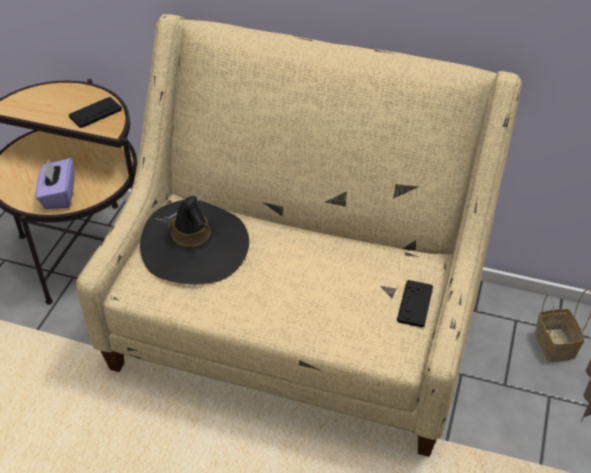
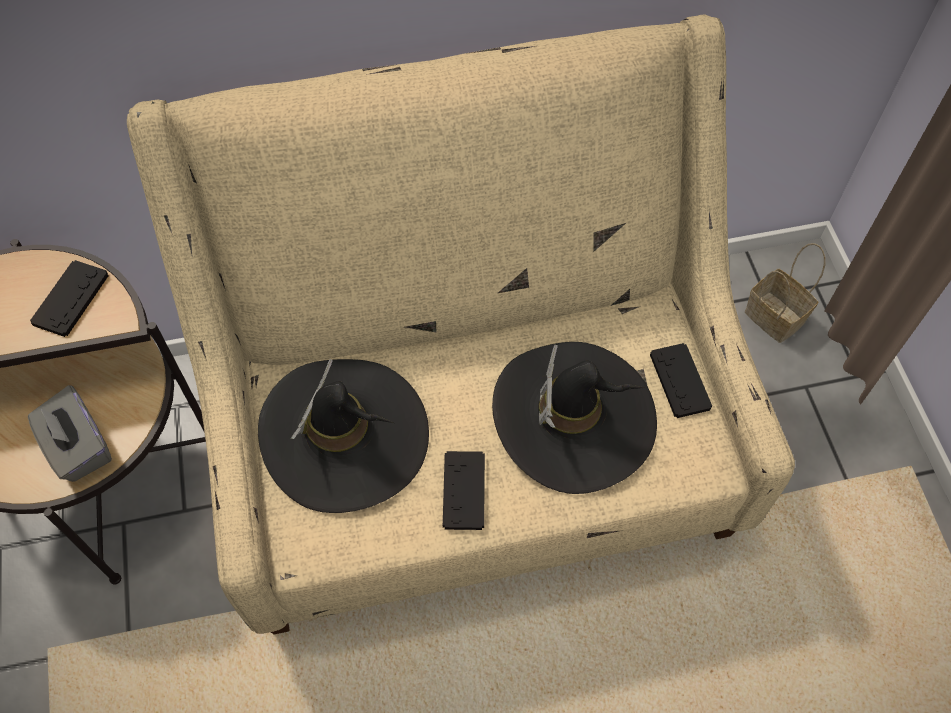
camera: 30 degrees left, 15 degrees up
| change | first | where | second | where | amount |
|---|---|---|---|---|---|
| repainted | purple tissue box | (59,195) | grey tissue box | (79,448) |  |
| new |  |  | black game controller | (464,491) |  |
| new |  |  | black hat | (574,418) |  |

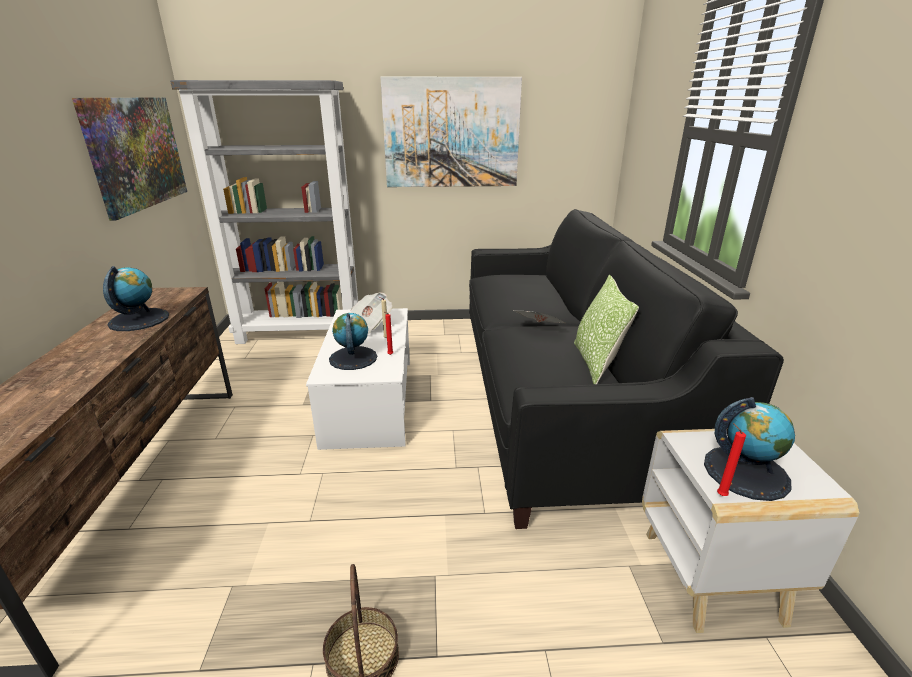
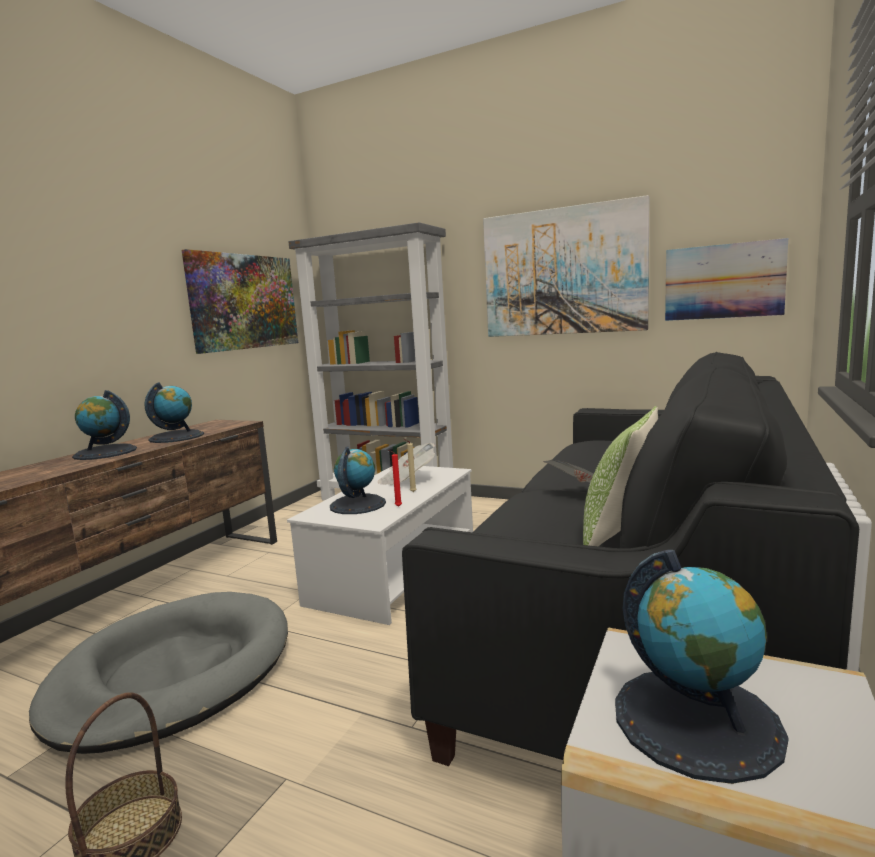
camera: 30 degrees right, 15 degrees down
| change | first | where | second | where | amount |
|---|---|---|---|---|---|
| gone | red-coloured wax candle | (719,494) |  |  |  |
| new |  |  | grey dog bed | (173,673) |  |
| new |  |  | world globe | (105,452) |  |
| new |  |  | wall picture | (723,281) |  |

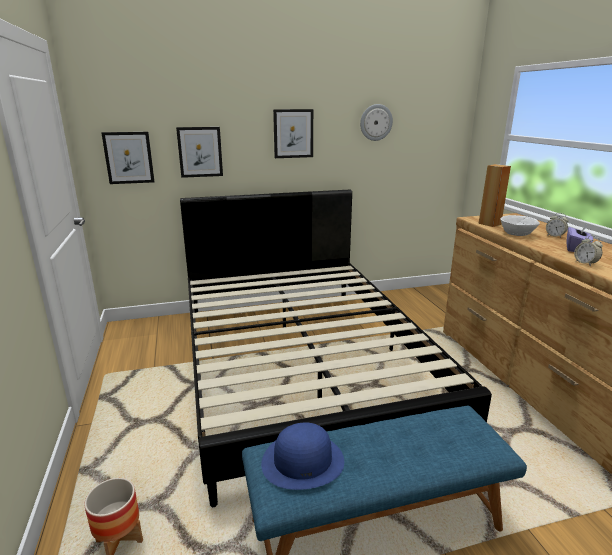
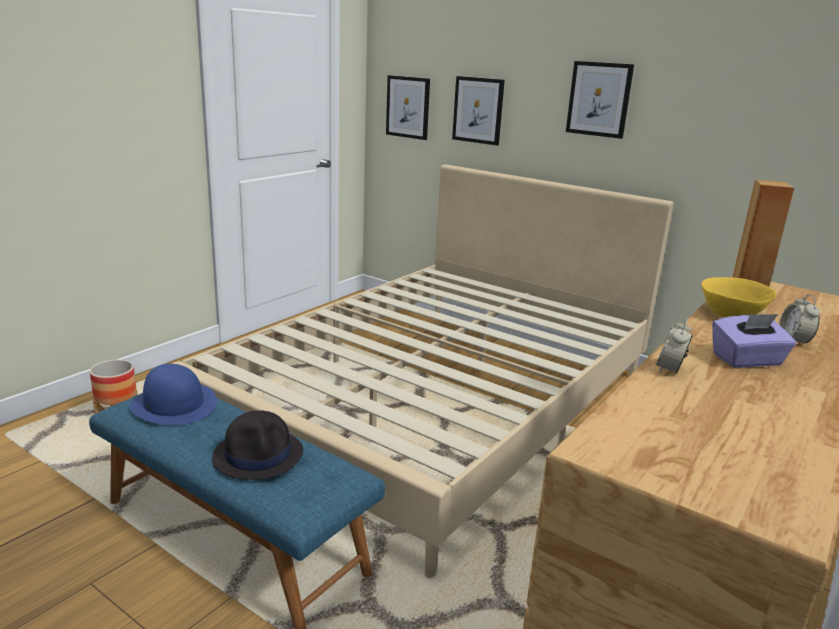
camera: 50 degrees right, 0 degrees up
| change | first | where | second | where | amount |
|---|---|---|---|---|---|
| repainted | black bed | (301,365) | beige bed | (437,404) |  |
| gone | hanging clock | (376,122) |  |  |  |
| repainted | white serving bowl | (516,234) | yellow-coloured serving bowl | (730,315) |  |
| new |  |  | black hat | (259,455) |  |

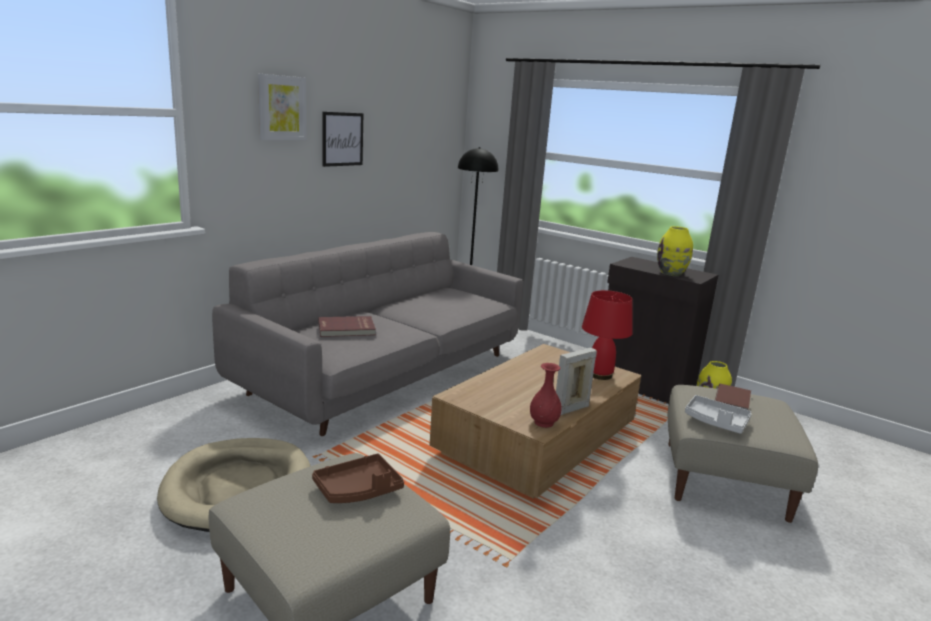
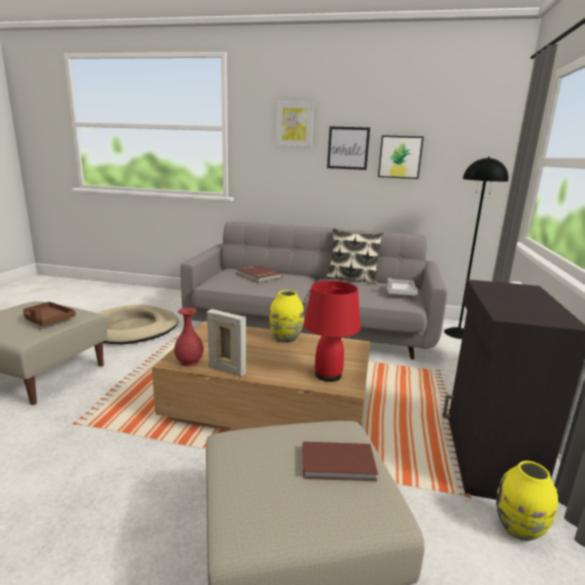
camera: 65 degrees right, 0 degrees up
| change | first | where | second | where | amount |
|---|---|---|---|---|---|
| shifted | yellow-coloured decorative vase | (671,274) |  | (286,338) |  |
| shifted | grey serving tray | (715,422) |  | (400,292) |  |
| new |  |  | pillow | (352,279) |  |
| new |  |  | wall picture | (400,157) |  |

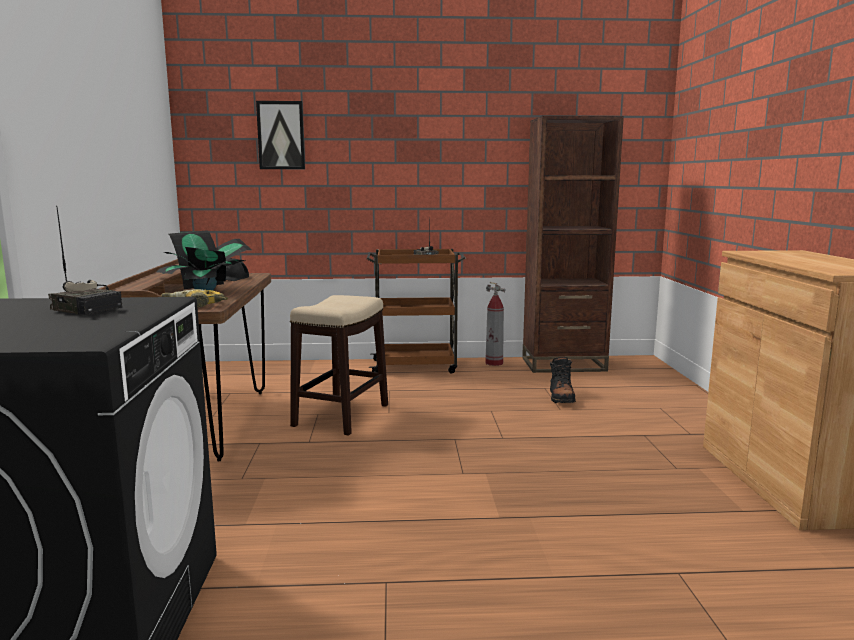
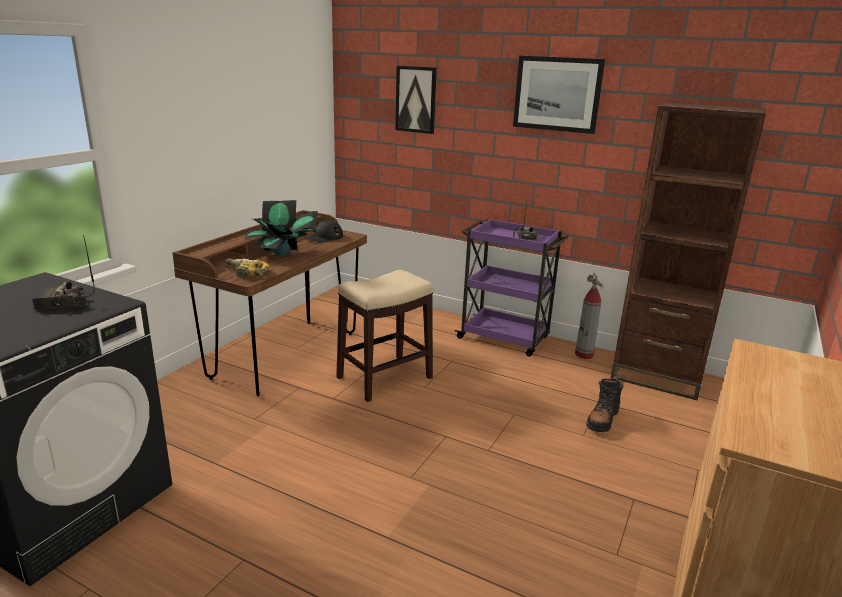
camera: 30 degrees right, 10 degrees up
| change | first | where | second | where | amount |
|---|---|---|---|---|---|
| rotated | radio set | (89,309) |  | (61,304) | 105 degrees clockwise |
| repainted | brown-coloured trolley | (416,366) | purple trolley | (505,338) |  |
| new |  |  | wall picture | (557,94) |  |

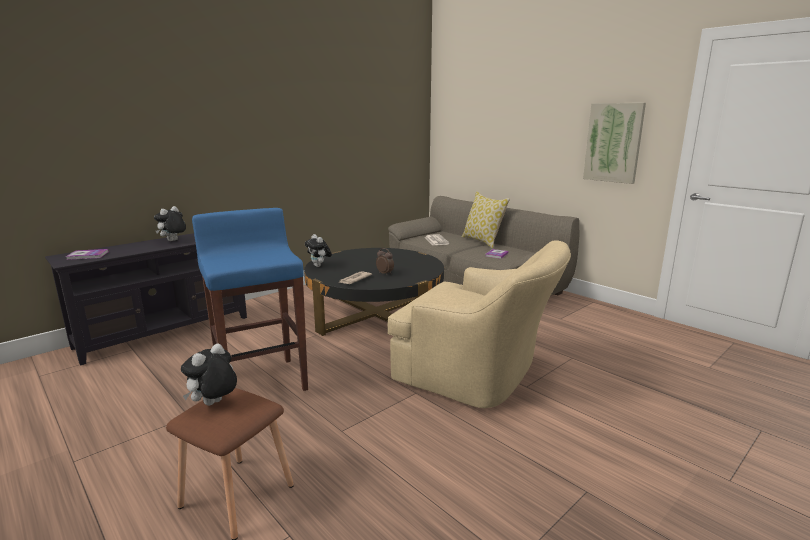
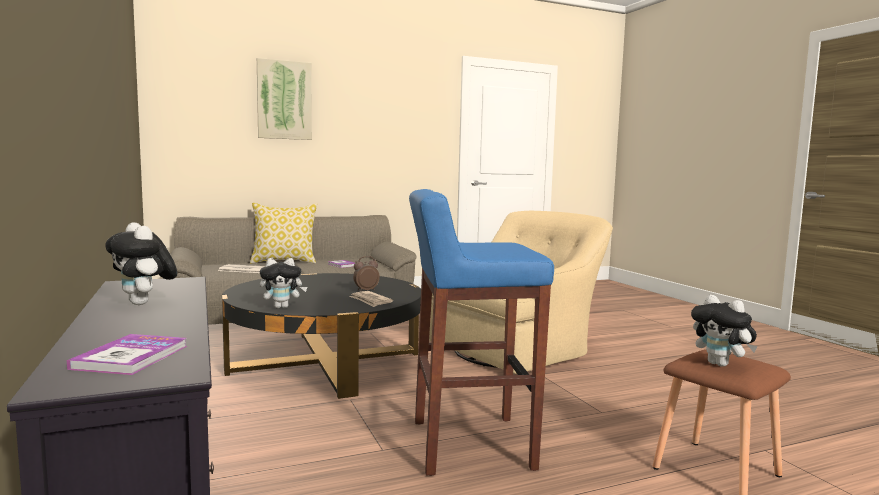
camera: 70 degrees left, 10 degrees down
| change | first | where | second | where | amount |
|---|---|---|---|---|---|
| shifted | wall picture | (613,142) |  | (284,100) |  |

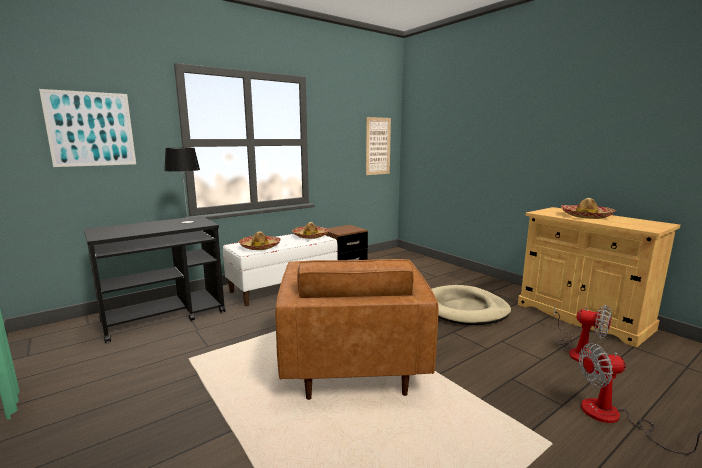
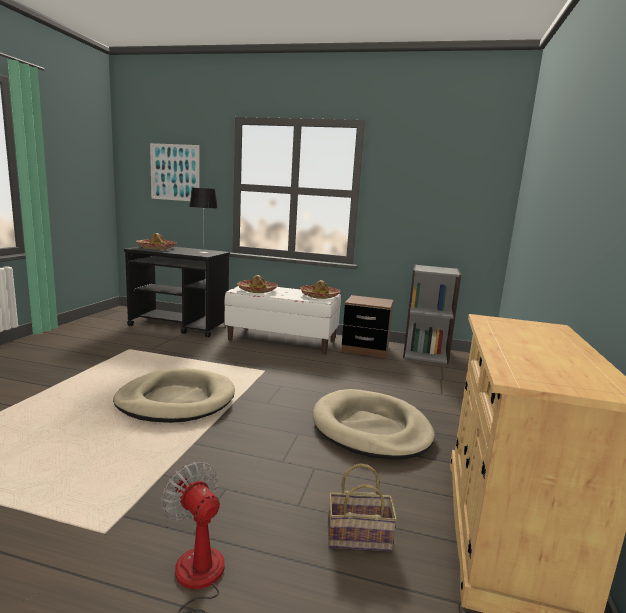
camera: 50 degrees right, 0 degrees up
| change | first | where | second | where | amount |
|---|---|---|---|---|---|
| swapped | brown-coloured lounge chair | (352,363) | beige dog bed | (176,400) |  |
| gone | wall picture | (378,146) |  |  |  |
| swapped | cooling fan | (578,351) | basket | (360,536) |  |
| shifted | hat | (586,216) |  | (157,248) |  |
| new |  |  | grey bookcase | (425,354) |  |

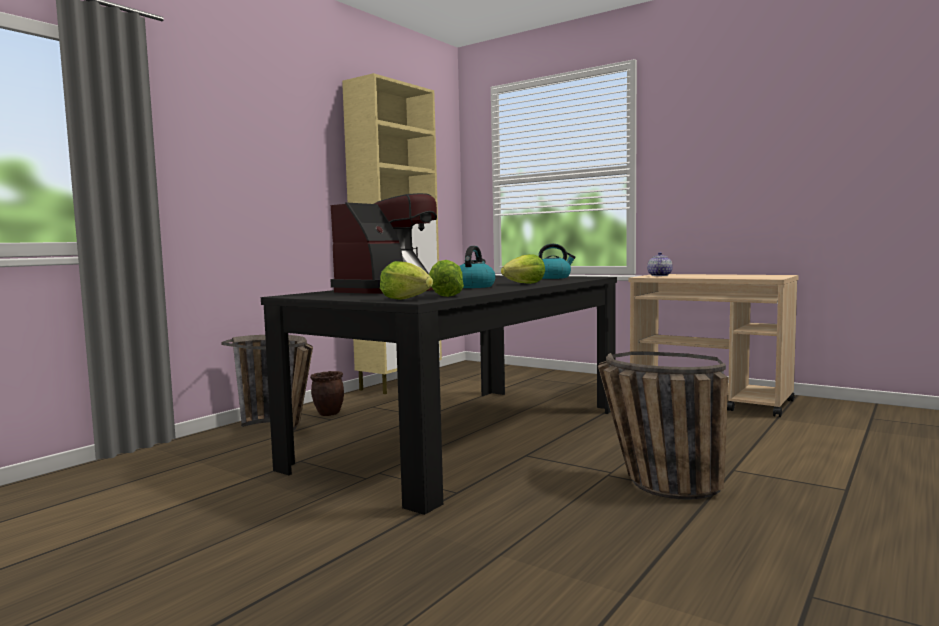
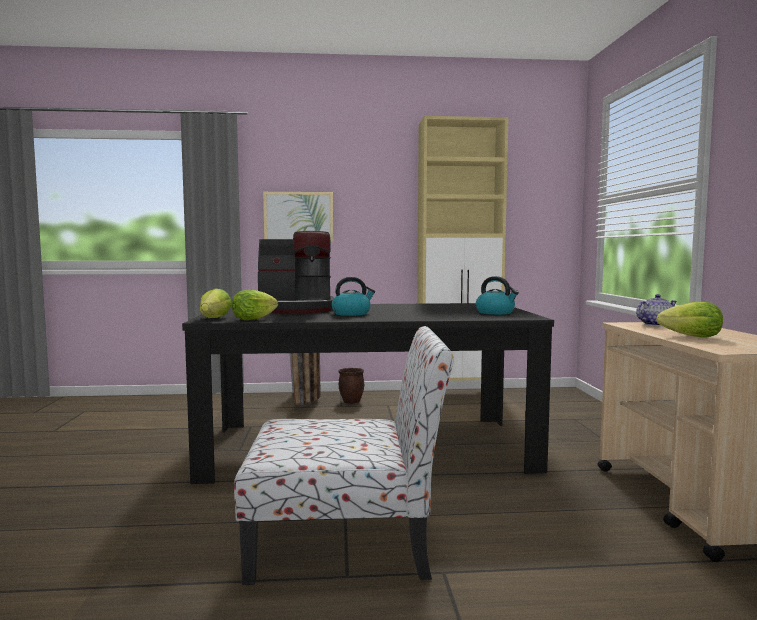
camera: 50 degrees right, 0 degrees up
| change | first | where | second | where | amount |
|---|---|---|---|---|---|
| shifted | lettuce | (525,284) |  | (692,337) |  |
| swapped | basket | (652,483) | upright chair | (346,541) |  |
| new |  |  | wall picture | (298,217) |  |

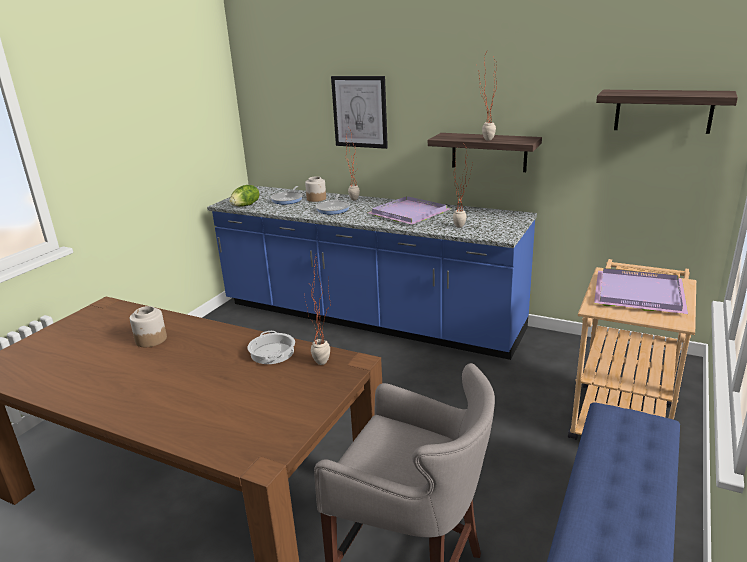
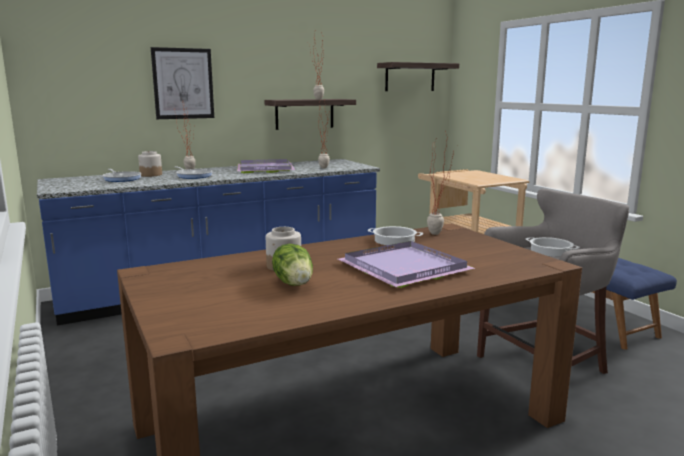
camera: 55 degrees left, 10 degrees down
| change | first | where | second | where | amount |
|---|---|---|---|---|---|
| shifted | lettuce | (246,205) |  | (294,283) |  |
| shifted | purple serving tray | (637,294) |  | (404,268) |  |
| new |  |  | stockpot | (550,251) |  |

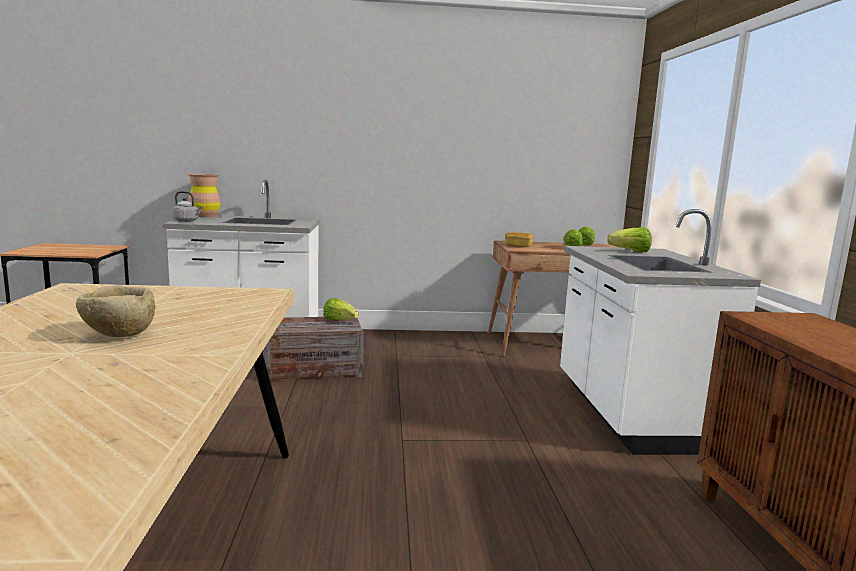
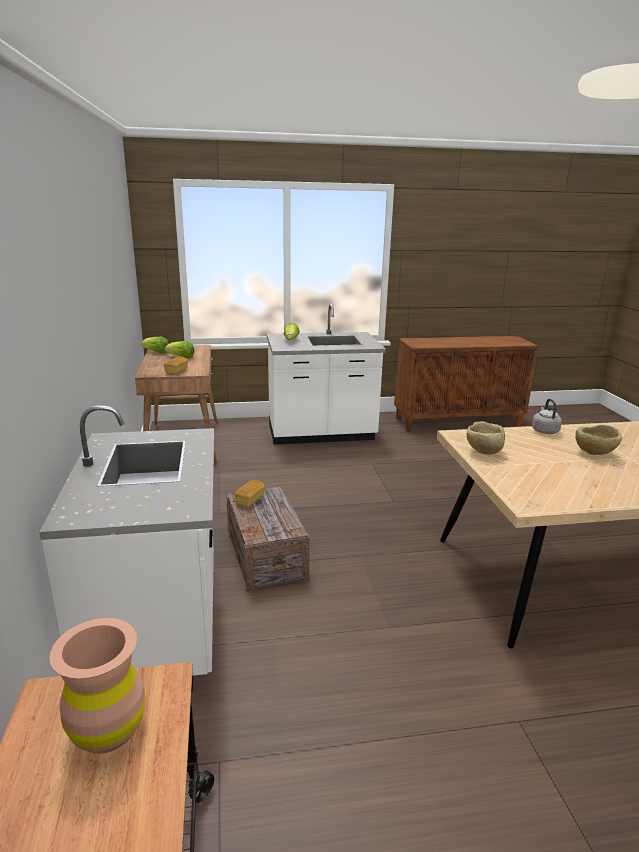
camera: 95 degrees left, 10 degrees up
| change | first | where | second | where | amount |
|---|---|---|---|---|---|
| shifted | grey tea kettle | (187,221) |  | (544,430) |  |
| shifted | brown-coloured decorative vase | (205,216) |  | (108,729) |  |
| swapped | lettuce | (339,320) | baked bread | (250,500) |  |
| new |  |  | beige serving bowl | (483,452) |  |

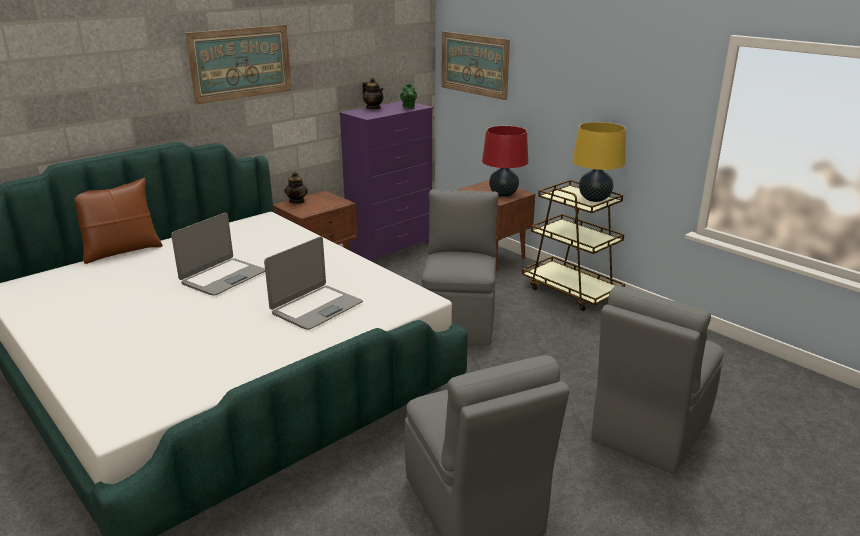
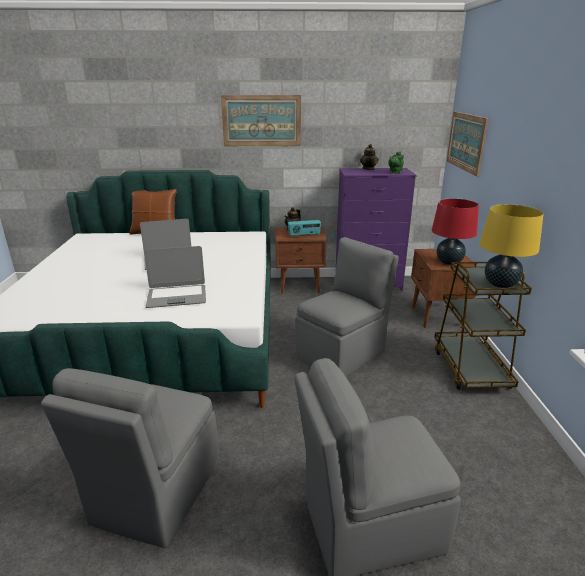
camera: 40 degrees right, 0 degrees up
| change | first | where | second | where | amount |
|---|---|---|---|---|---|
| new |  |  | radio set | (304,235) |  |

